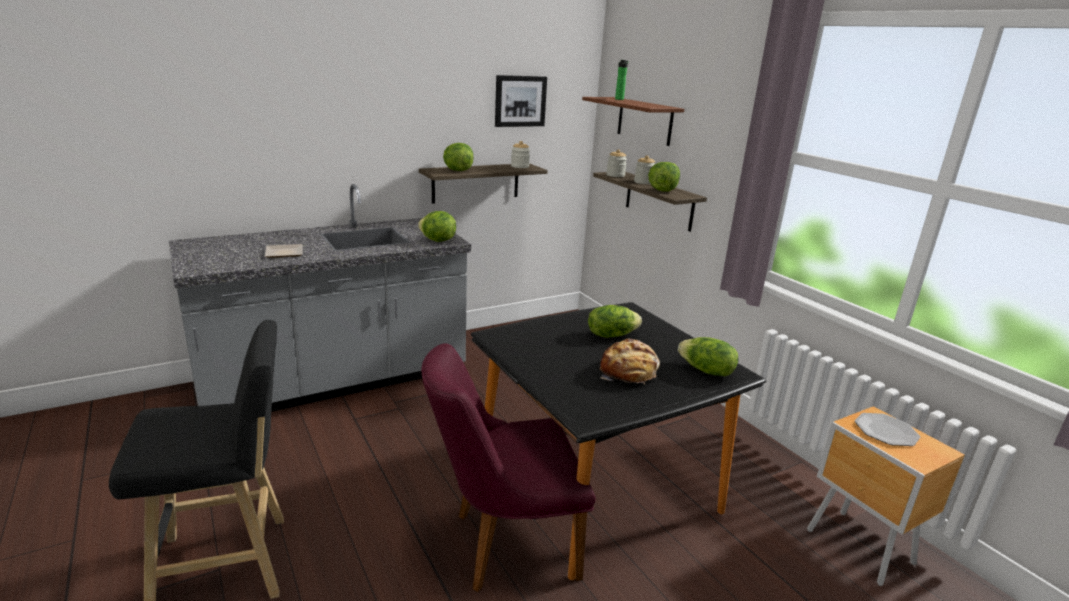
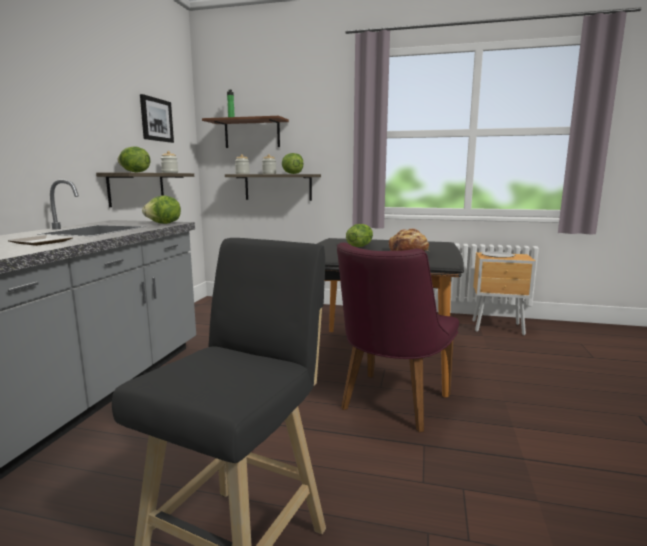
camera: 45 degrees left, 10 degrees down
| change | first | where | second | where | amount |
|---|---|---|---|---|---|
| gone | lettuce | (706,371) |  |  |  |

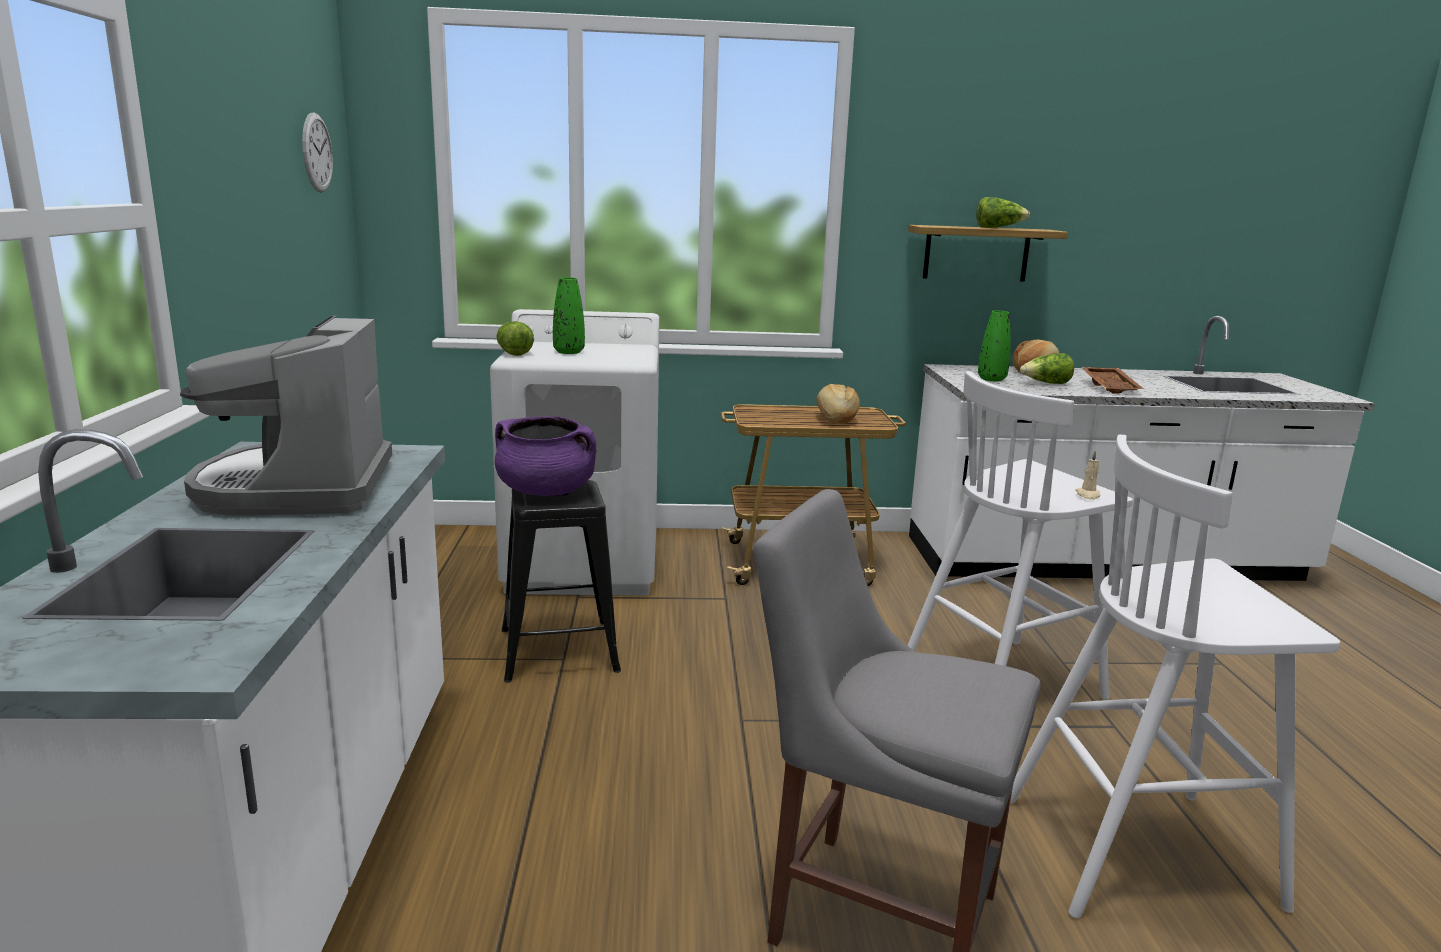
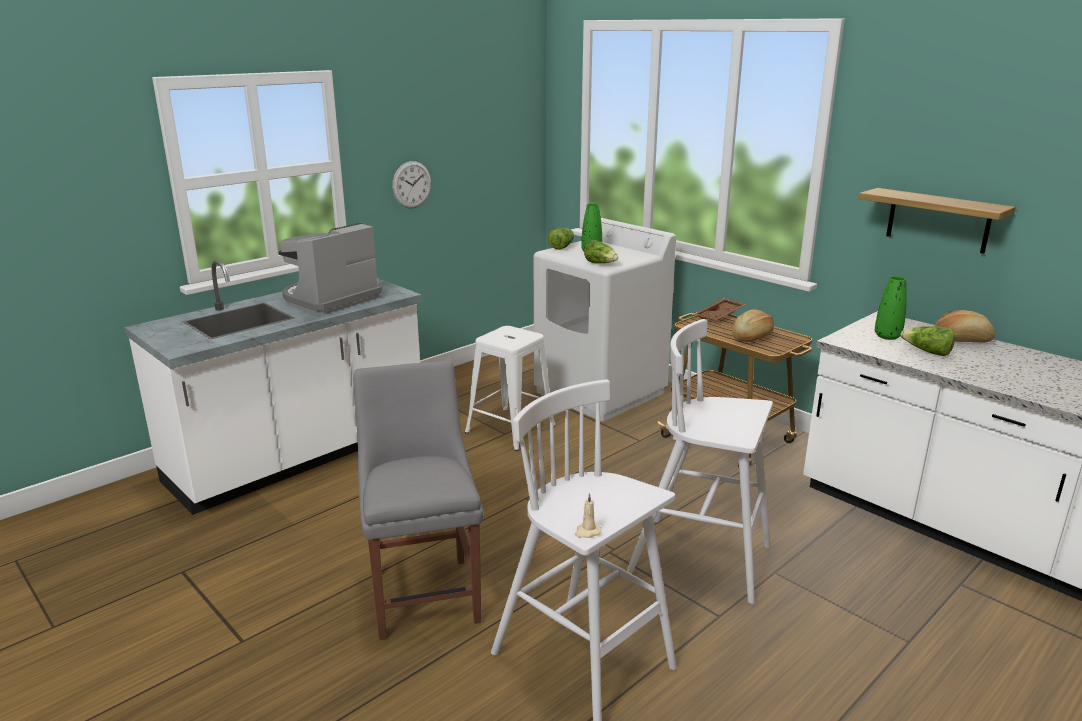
camera: 50 degrees right, 5 degrees up
| change | first | where | second | where | amount |
|---|---|---|---|---|---|
| shifted | hanging clock | (317,152) |  | (411,184) |  |
| gone | purple stockpot | (546,492) |  |  |  |
| repainted | black sitting stool | (559,650) | white sitting stool | (510,429) |  |
| shifted | lettuce | (998,228) |  | (601,264) |  |
| shifted | beige wax candle | (1088,495) |  | (587,532) |  |
| shifted | brown-coloured serving tray | (1111,387) |  | (720,316) |  |

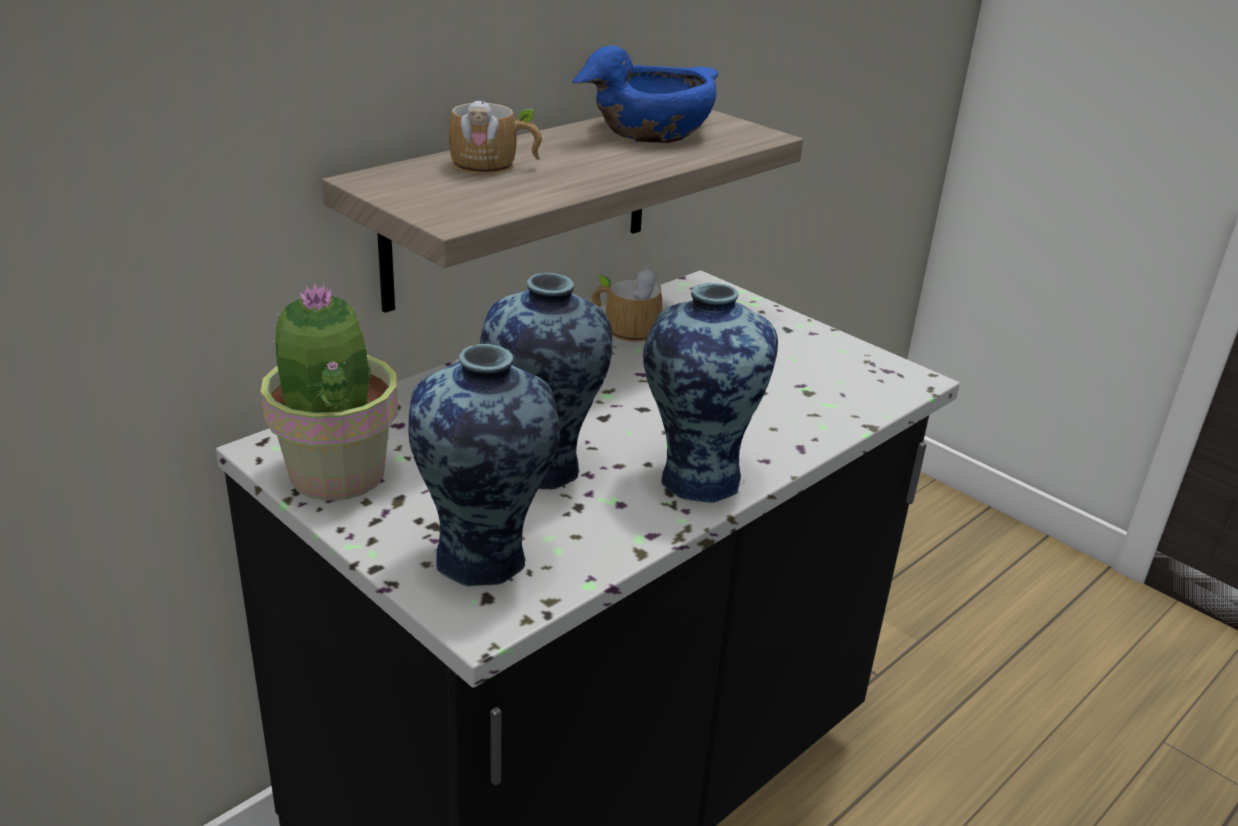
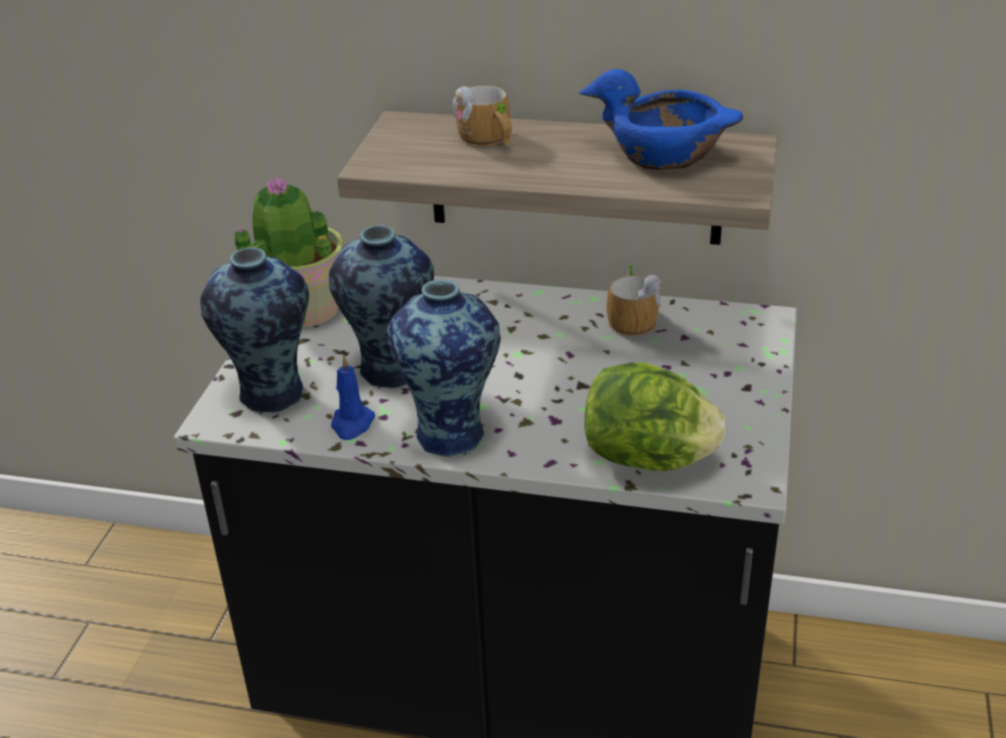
camera: 60 degrees right, 5 degrees up
| change | first | where | second | where | amount |
|---|---|---|---|---|---|
| new |  |  | blue-coloured wax candle | (352,424) |  |
| new |  |  | lettuce | (648,459) |  |

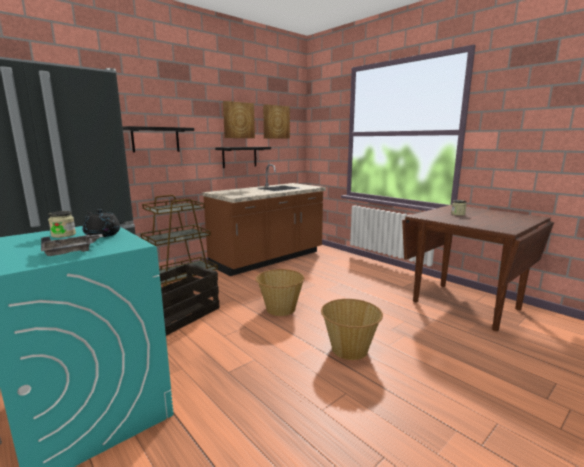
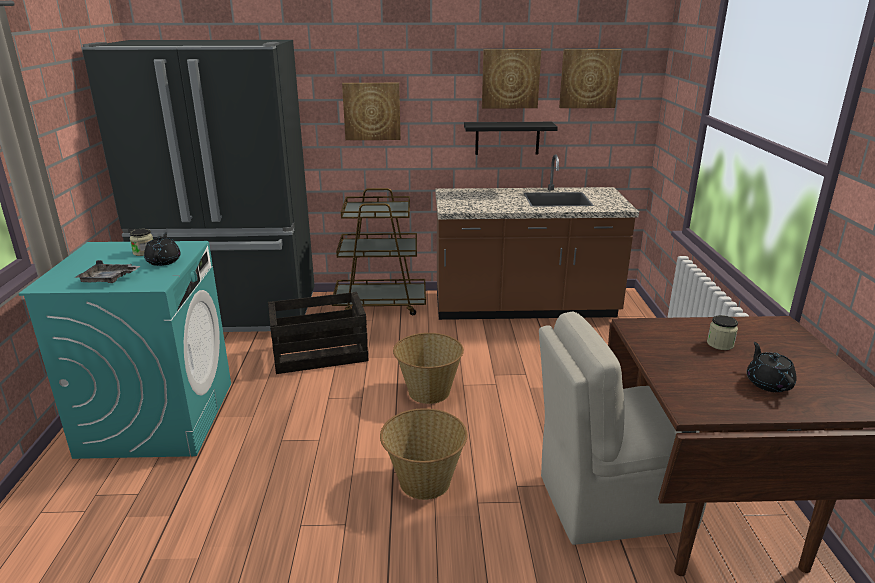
camera: 40 degrees right, 10 degrees up
| change | first | where | second | where | amount |
|---|---|---|---|---|---|
| swapped | black wall shelf | (155,139) | wall picture | (372,111) |  |
| new |  |  | beige upright chair | (610,501) |  |
| new |  |  | black tea pot | (768,383) |  |

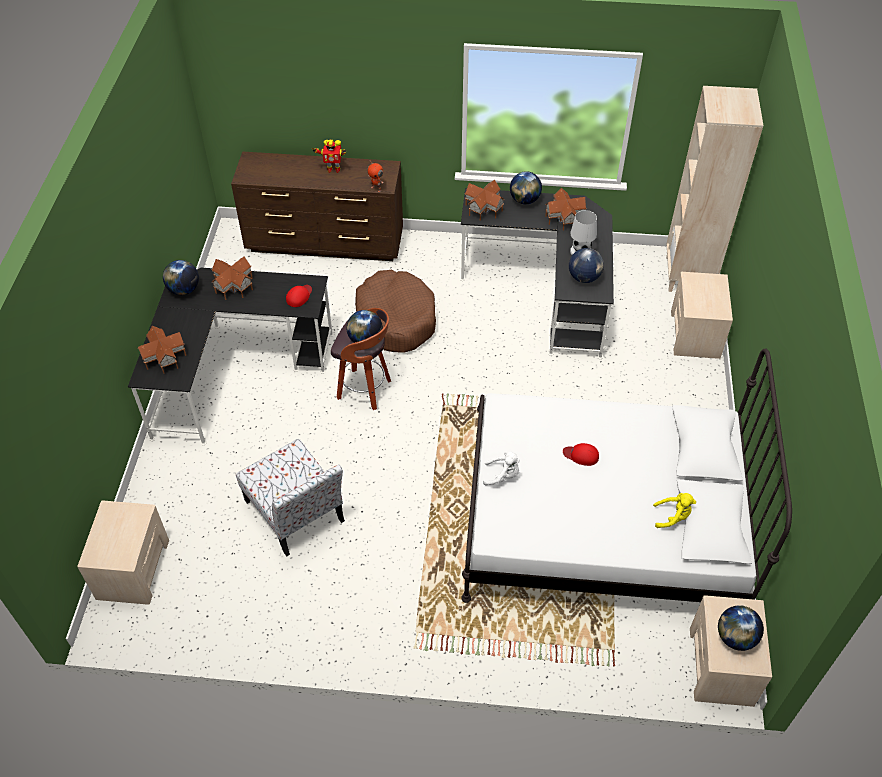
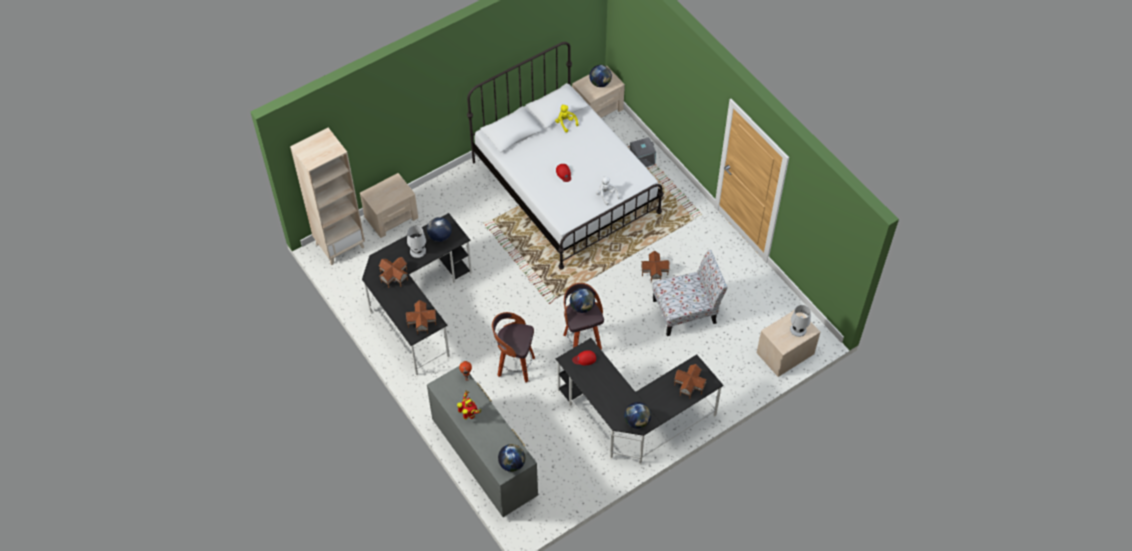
camera: 130 degrees left, 5 degrees up
| change | first | where | second | where | amount |
|---|---|---|---|---|---|
| shifted | model house | (233,285) |  | (655,271) |  |
| repainted | brown-coloured dresser | (325,243) | grey dresser | (484,458) |  |
| rotated | upright chair | (296,513) |  | (686,311) | 60 degrees clockwise |
| swapped | brown-coloured dog bed | (396,319) | sitting stool | (515,366) |  |
| shifted | world globe | (524,200) |  | (512,464) |  |
| new |  |  | grey storage container | (642,160) |  |
| new |  |  | white tabletop lamp | (798,329) |  |

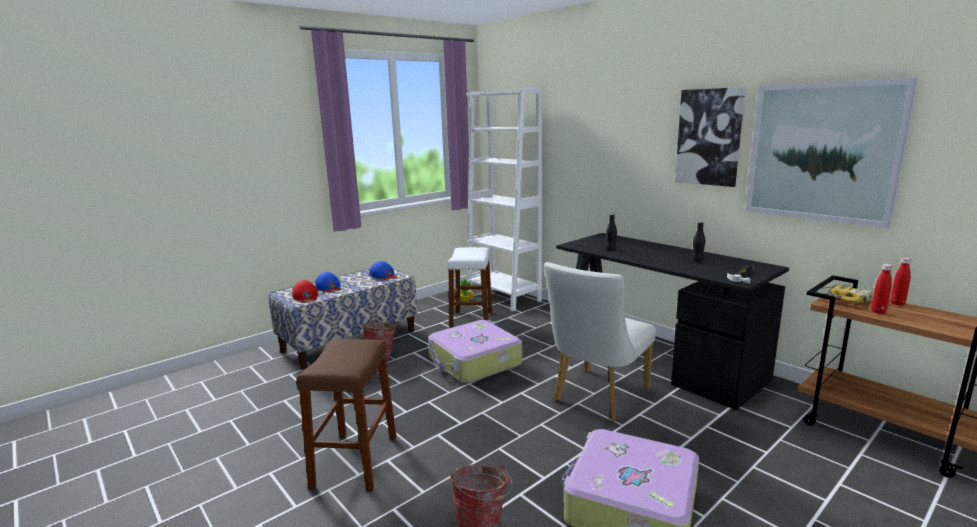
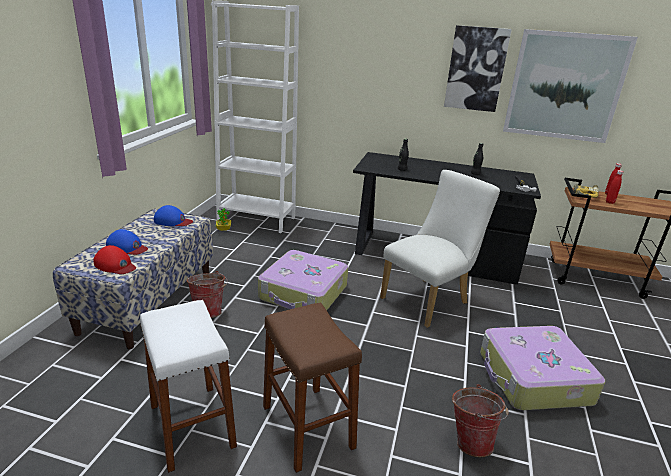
camera: 35 degrees left, 10 degrees up
| change | first | where | second | where | amount |
|---|---|---|---|---|---|
| shifted | white sitting stool | (471,321) |  | (192,426) |  |
| rotated | white upright chair | (597,397) |  | (429,299) | 135 degrees counterclockwise |

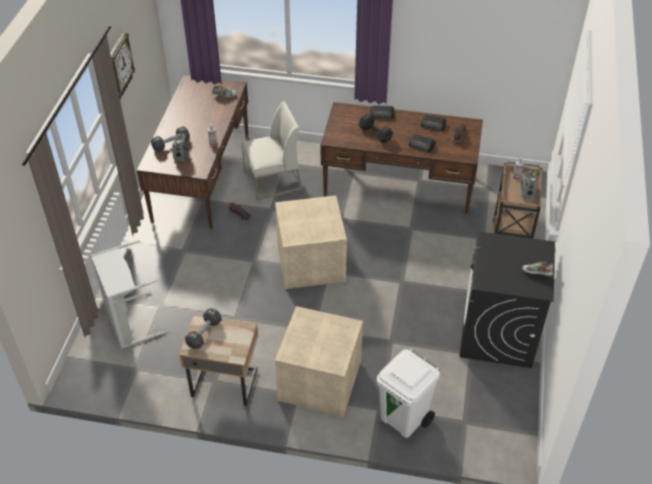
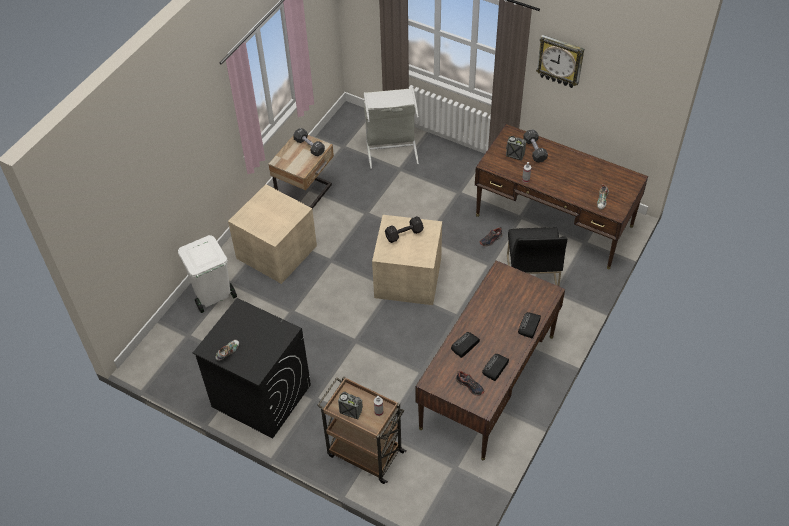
camera: 110 degrees right, 5 degrees up
| change | first | where | second | where | amount |
|---|---|---|---|---|---|
| repainted | white upright chair | (272,181) | black upright chair | (531,274) |  |
| shifted | black hand weight | (375,134) |  | (403,234) |  |

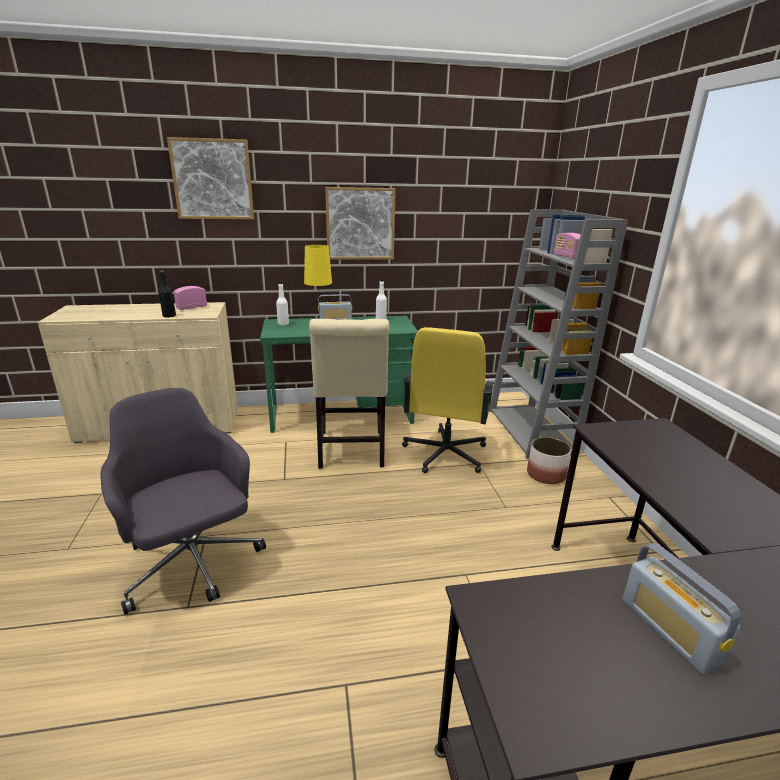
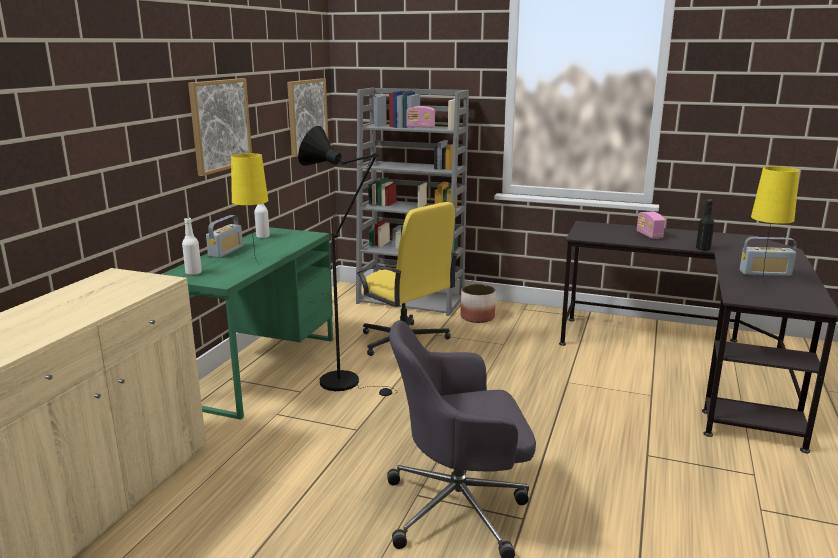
camera: 60 degrees left, 5 degrees down
| change | first | where | second | where | amount |
|---|---|---|---|---|---|
| shifted | black beverage bottle | (169,316) |  | (703,249) |  |
| shifted | wall picture | (212,179) |  | (307,116) |  |
| shifted | radio set | (191,307) |  | (649,235) |  |
| swapped | beige upright chair | (351,452) | black standard lamp | (347,382) |  |
| new |  |  | yellow-coloured tabletop lamp | (760,285) |  |

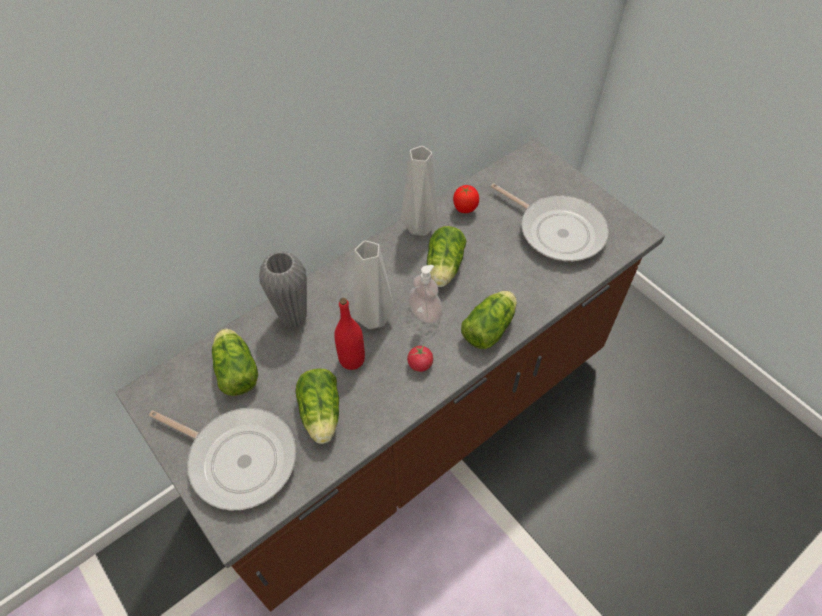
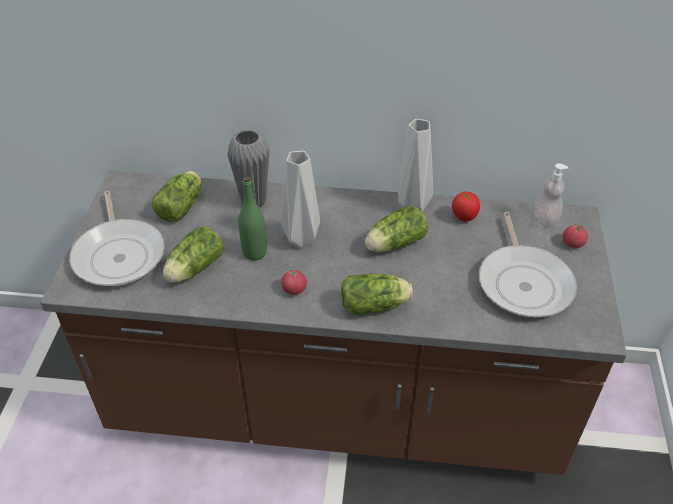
camera: 45 degrees right, 10 degrees down
| change | first | where | second | where | amount |
|---|---|---|---|---|---|
| repainted | red-coloured beverage bottle | (352,359) | green beverage bottle | (254,252) |  |
| shifted | soap dispenser | (425,313) |  | (545,218) |  |
| new |  |  | whole tomato | (572,243) |  |

